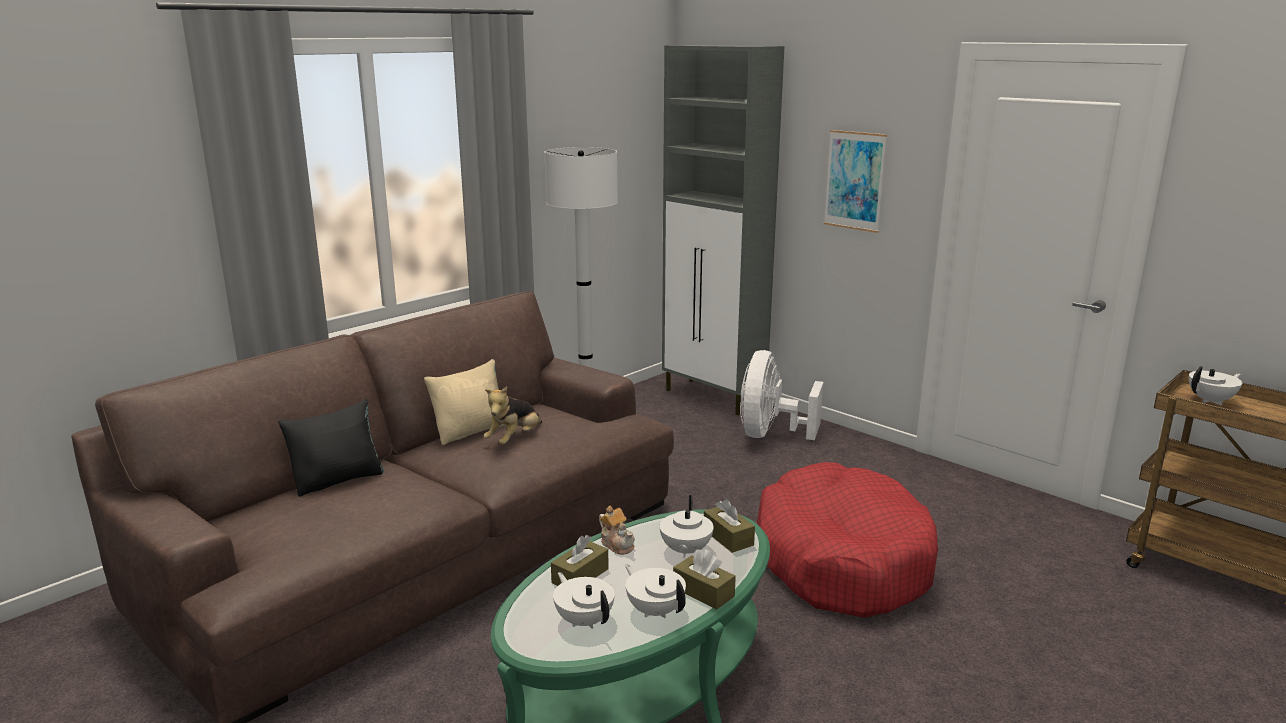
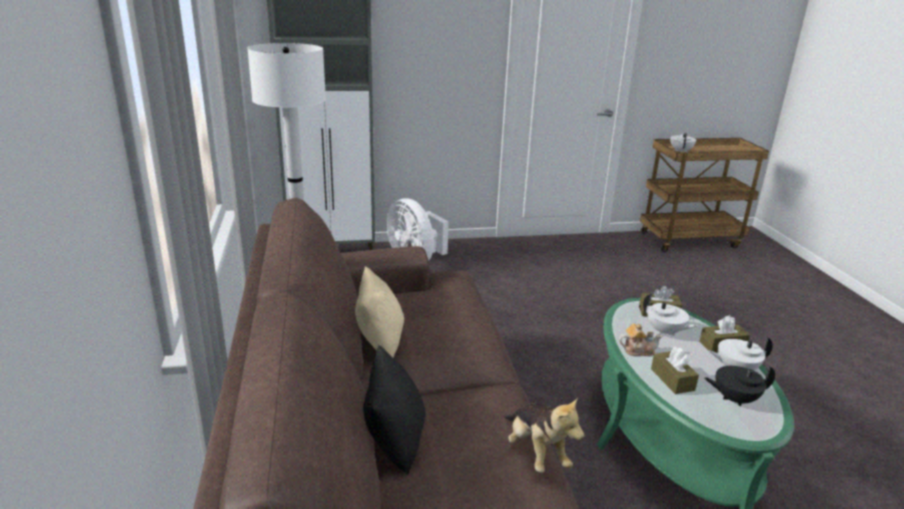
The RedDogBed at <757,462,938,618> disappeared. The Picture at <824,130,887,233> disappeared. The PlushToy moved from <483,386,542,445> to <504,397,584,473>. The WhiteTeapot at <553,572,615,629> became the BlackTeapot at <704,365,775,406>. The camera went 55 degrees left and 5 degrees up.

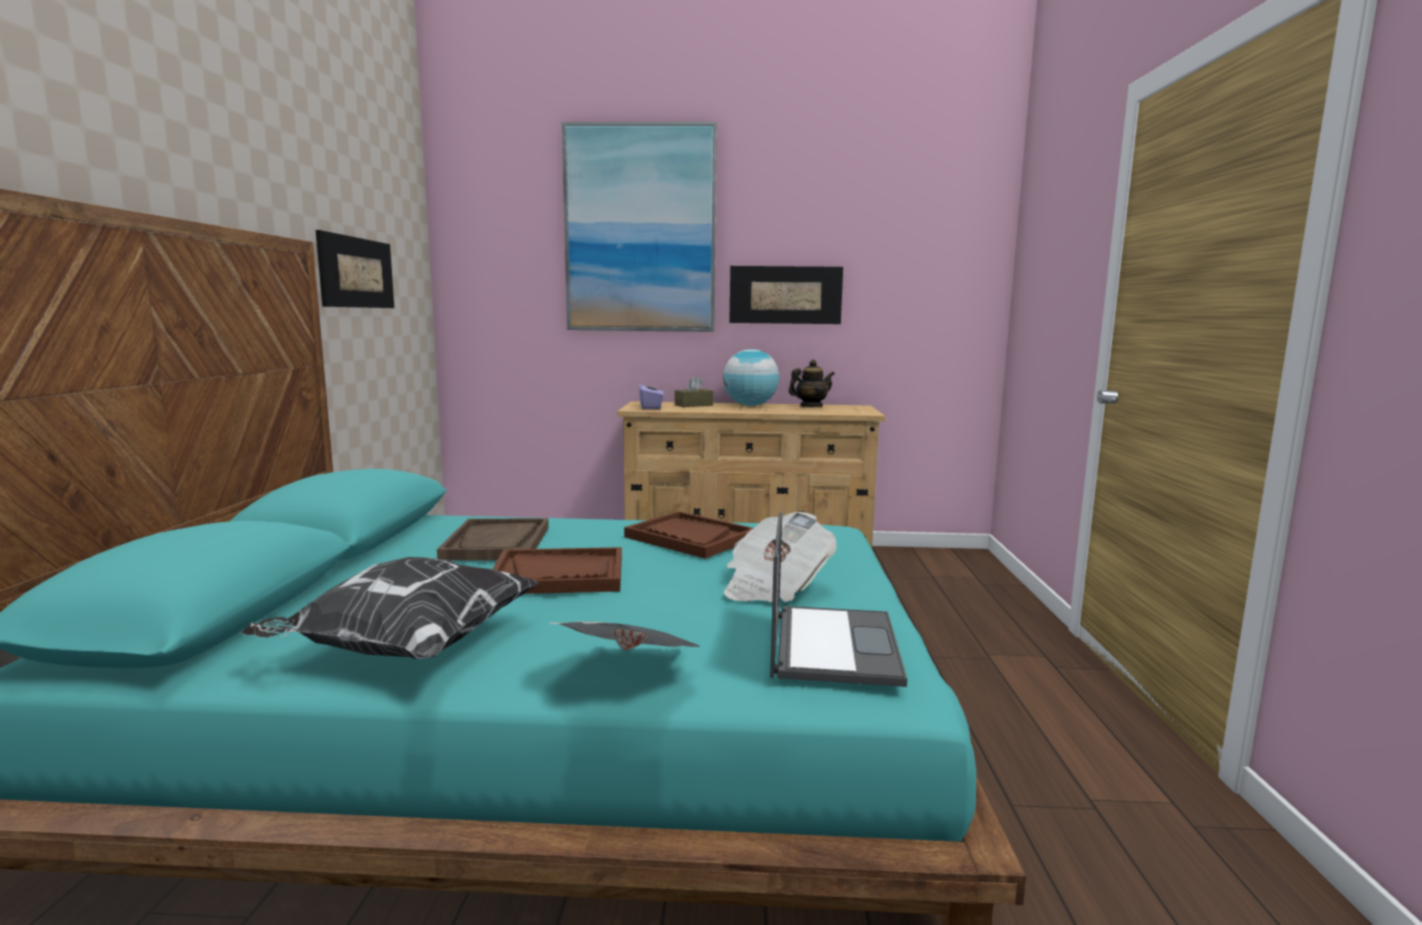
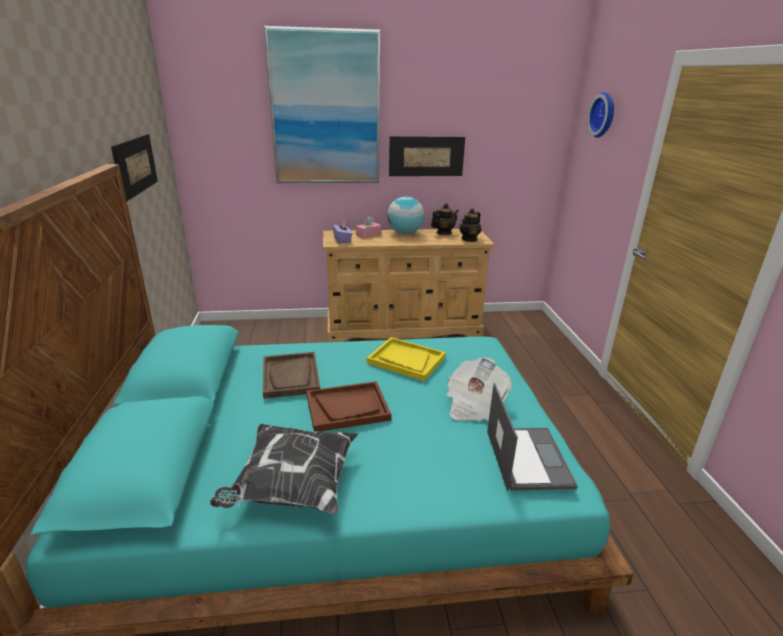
The Newspaper at <549,621,699,650> disappeared. The Teapot at <459,208,481,242> appeared. The WallClock at <587,92,614,138> appeared. The BrownTray at <624,511,754,559> became the YellowTray at <367,337,446,381>. The BrownTissueBox at <675,376,714,407> became the PinkTissueBox at <356,216,381,238>. The camera went 10 degrees left and 15 degrees up.

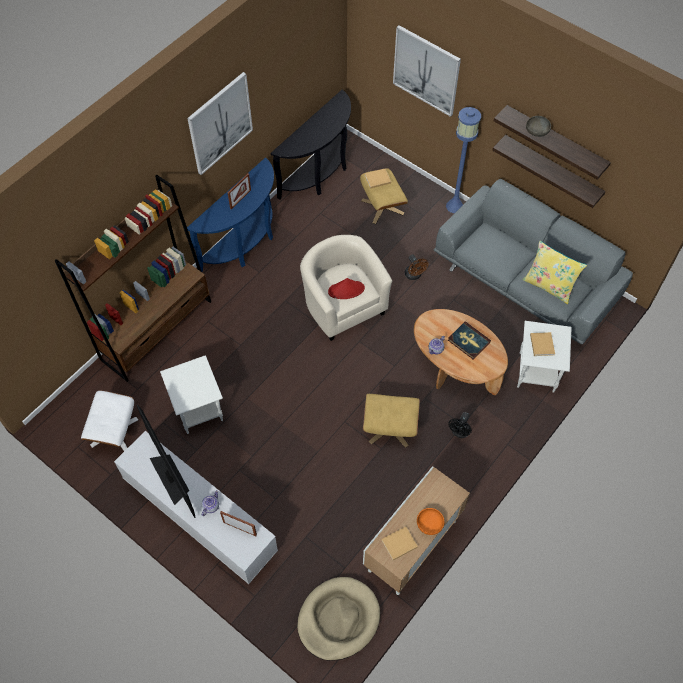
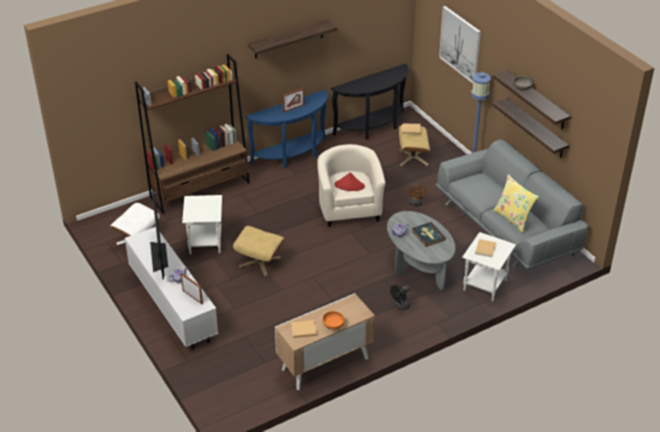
The BeigeDogBed at <297,577,380,661> disappeared. The BeigeOttoman moved from <363,394,420,448> to <233,226,285,276>. The Picture at <187,72,253,175> was replaced by the Shelf at <248,20,337,58>. The BrownCoffeeTable at <414,309,508,395> became the GreyCoffeeTable at <387,211,456,291>. The camera went 20 degrees right and 20 degrees down.

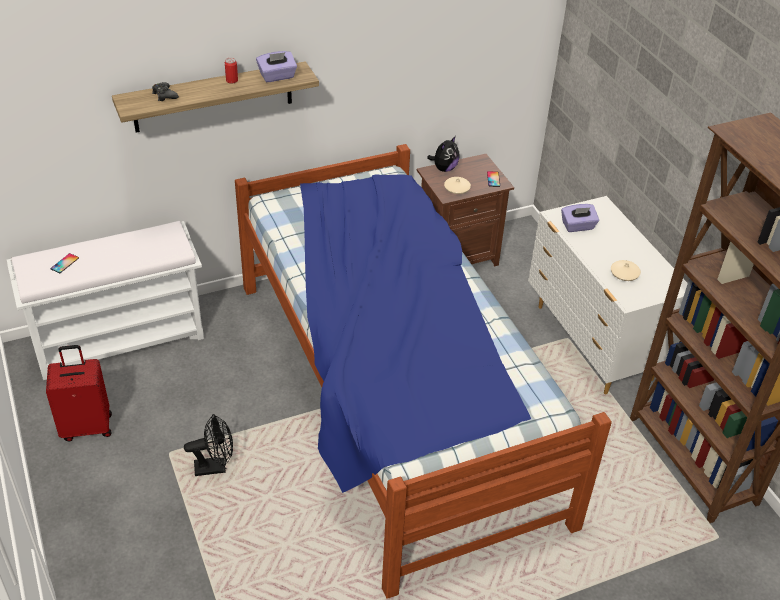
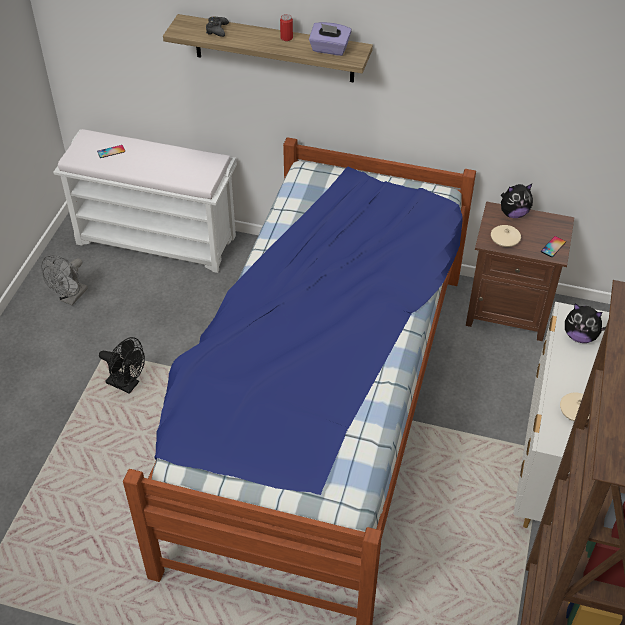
The RedSuitcase at <46,345,112,441> was replaced by the GreyFan at <41,255,88,305>. The PurpleTissueBox at <561,204,599,232> was replaced by the PlushToy at <565,303,606,343>. The camera went 40 degrees right and 5 degrees up.

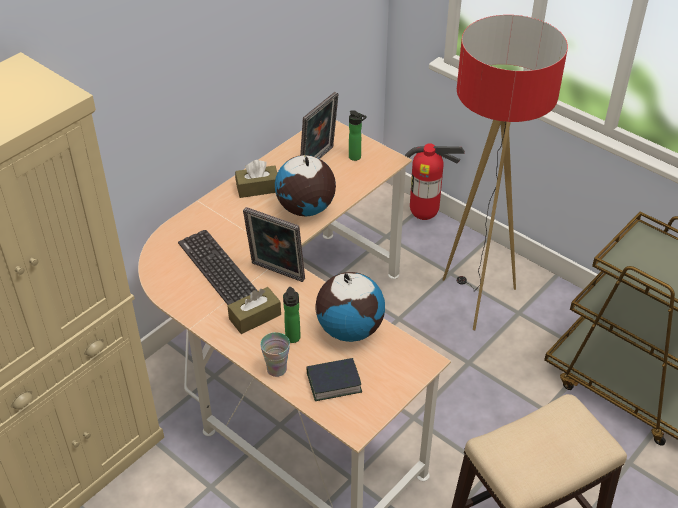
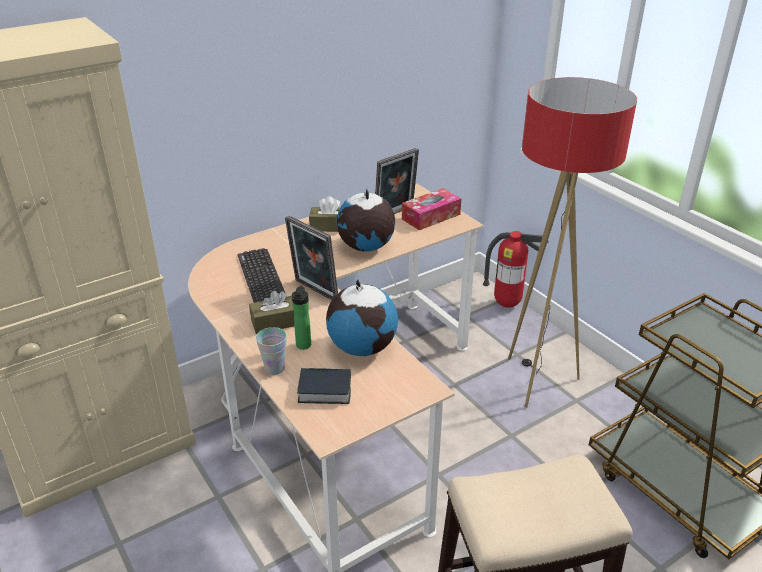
The Bottle at <349,110,367,161> was replaced by the TissueBox at <402,188,461,230>. The camera went 15 degrees right and 10 degrees down.

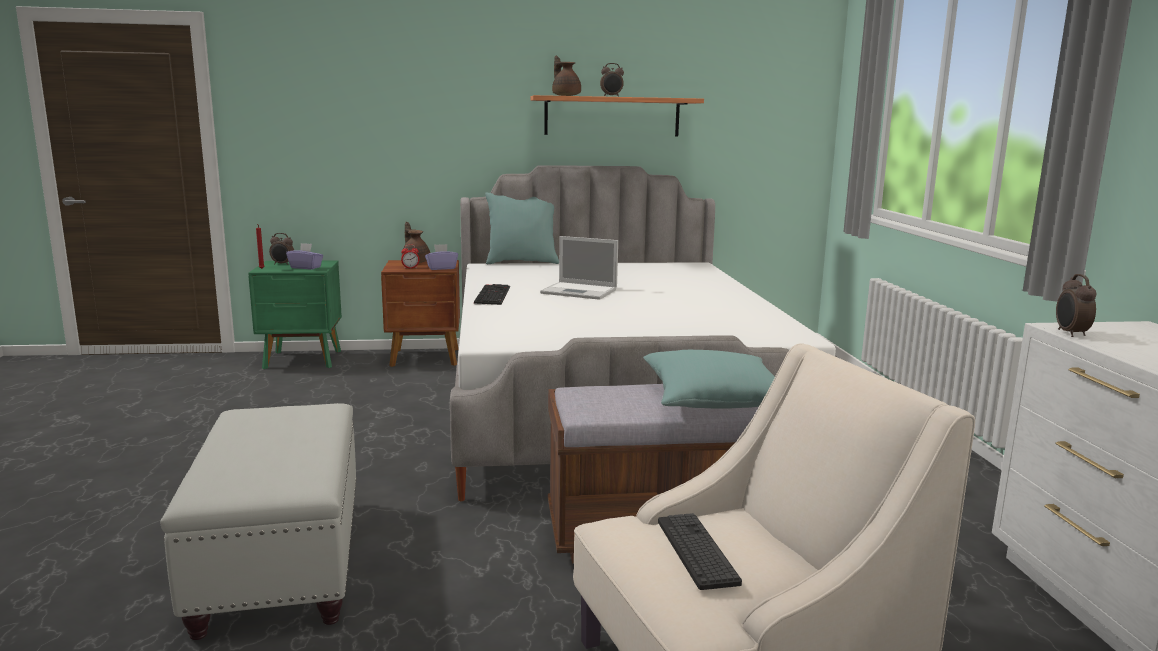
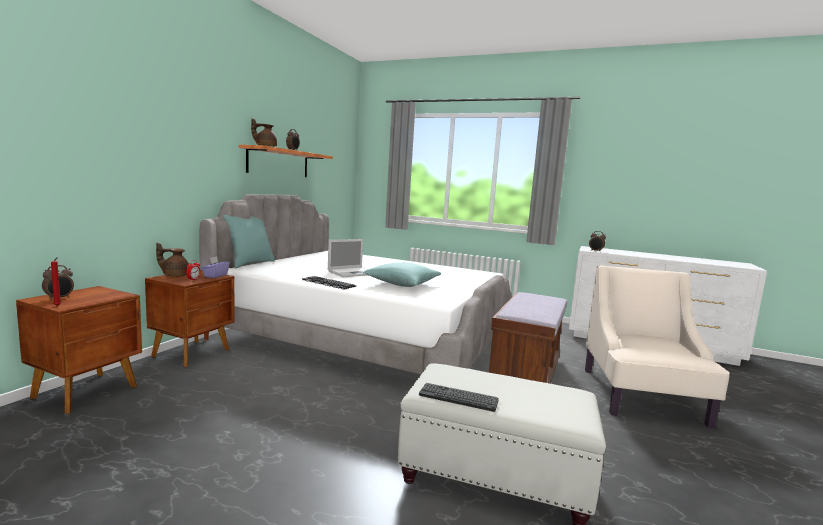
The PurpleTissueBox at <286,243,323,269> disappeared. The TurquoisePillow moved from <643,350,775,409> to <363,262,441,287>. The Keyboard moved from <658,513,742,590> to <419,383,499,412>. The GreenNightstand at <248,261,342,369> became the BrownNightstand at <16,286,142,414>. The camera went 60 degrees left and 5 degrees down.

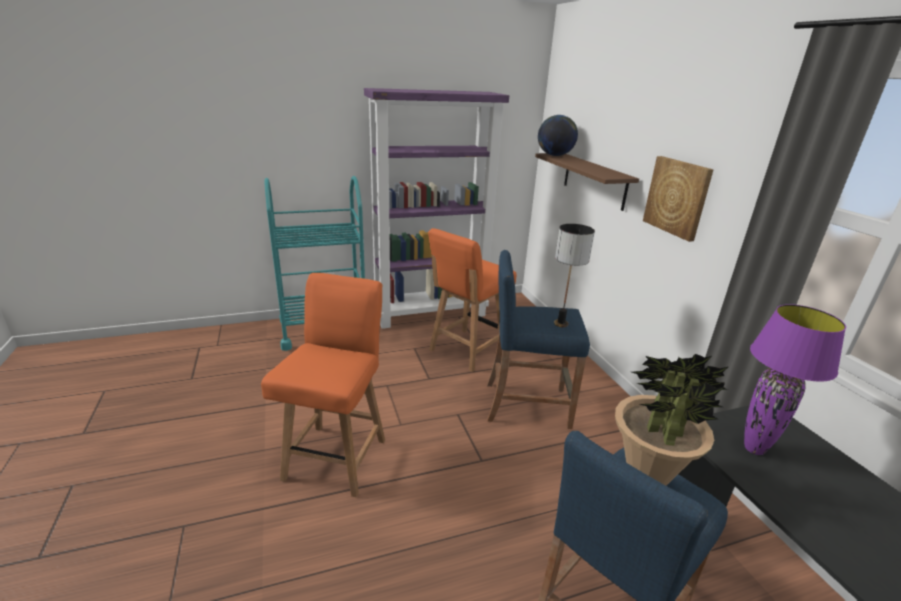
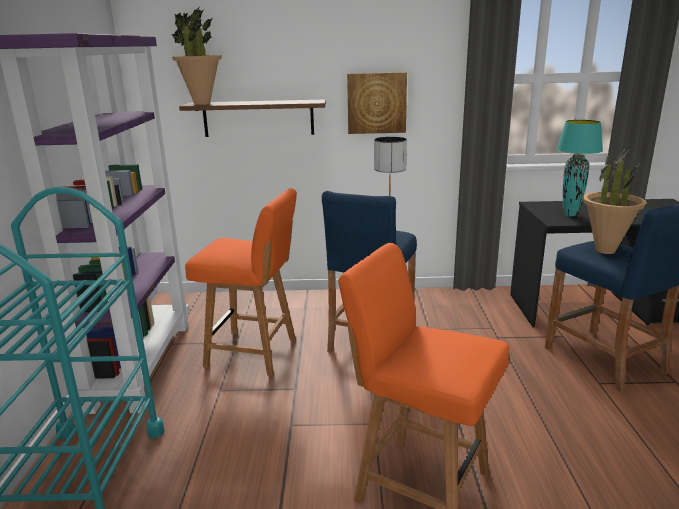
The Globe at <538,115,578,156> was replaced by the PottedPlant at <171,6,222,105>. The PurpleTableLamp at <744,304,846,455> became the TurquoiseTableLamp at <556,120,603,216>. The OrangeChair at <428,228,517,372> turned 45 degrees counterclockwise. The camera went 70 degrees left and 5 degrees down.

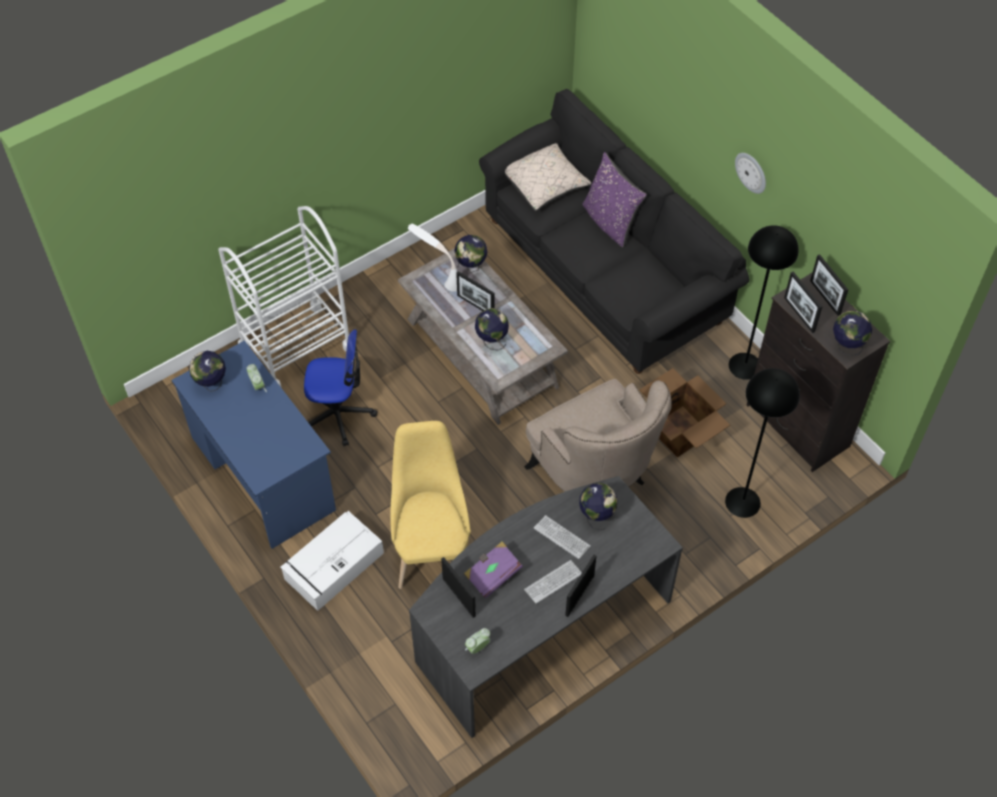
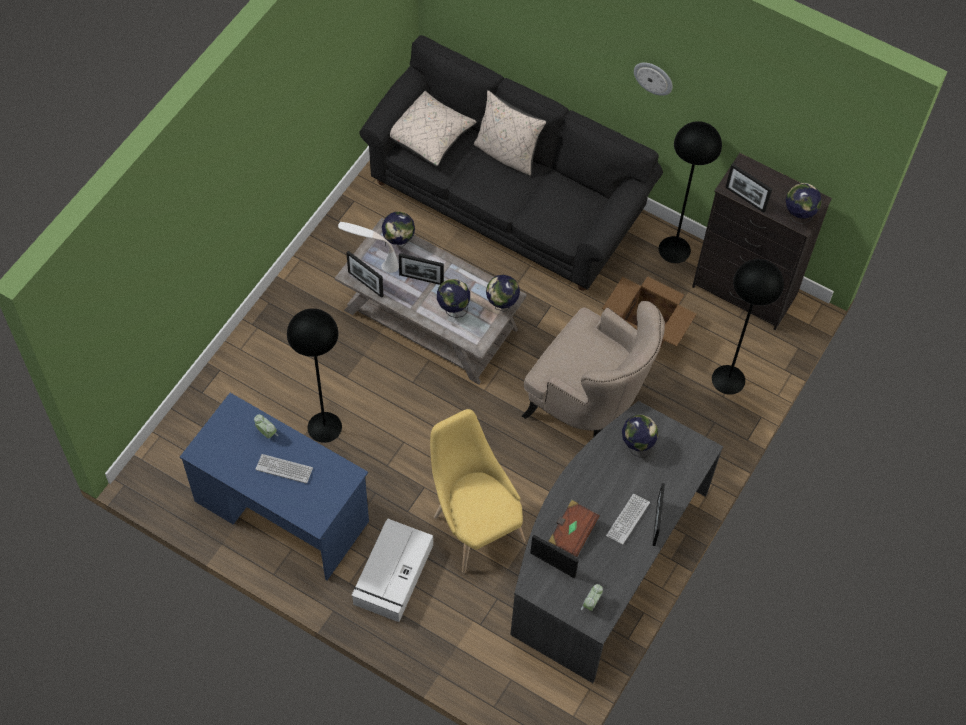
The WhiteCart at <218,206,349,388> disappeared. The Globe moved from <189,351,226,392> to <486,275,520,312>. The Keyboard moved from <534,515,590,559> to <256,454,313,484>. The PictureFrame moved from <810,254,848,316> to <346,251,383,298>. The OfficeChair at <304,329,377,446> was replaced by the BlackFloorLamp at <287,308,342,443>. The PurpleBook at <464,541,523,599> became the BrownBook at <548,500,600,557>. The PurplePillow at <582,152,647,248> became the BeigePillow at <474,90,546,176>. The camera went 25 degrees left and 5 degrees up.

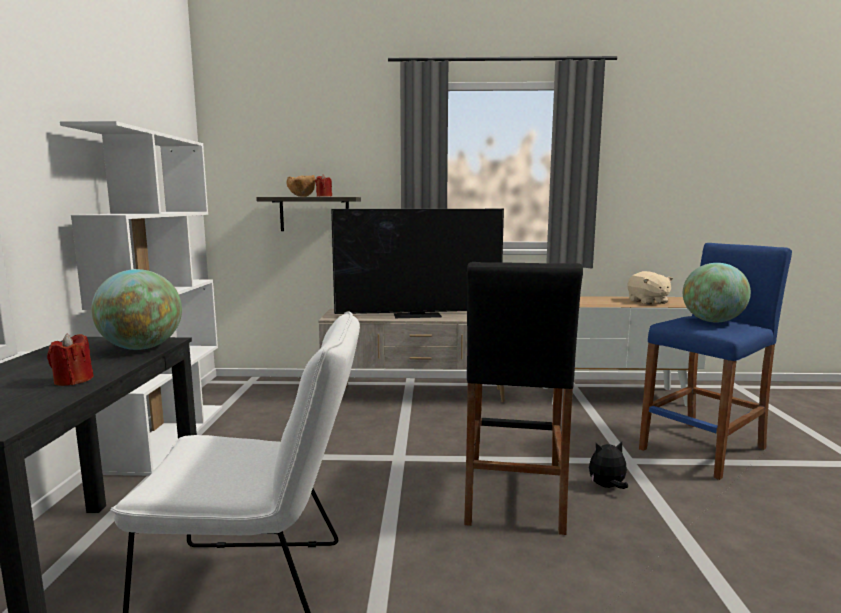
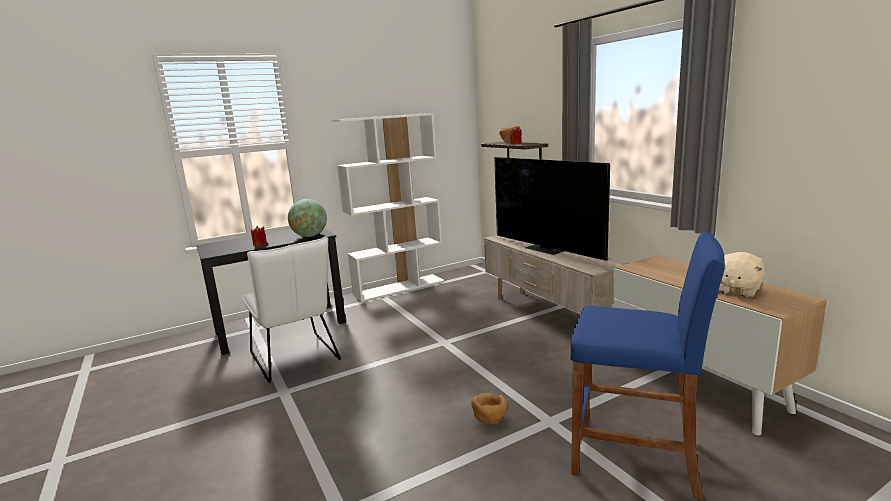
The BlackStool at <464,262,583,535> disappeared. The Globe at <683,263,751,322> disappeared. The PlushToy at <589,442,628,489> was replaced by the BrownBowl at <471,392,507,425>. The camera went 60 degrees right and 5 degrees up.

